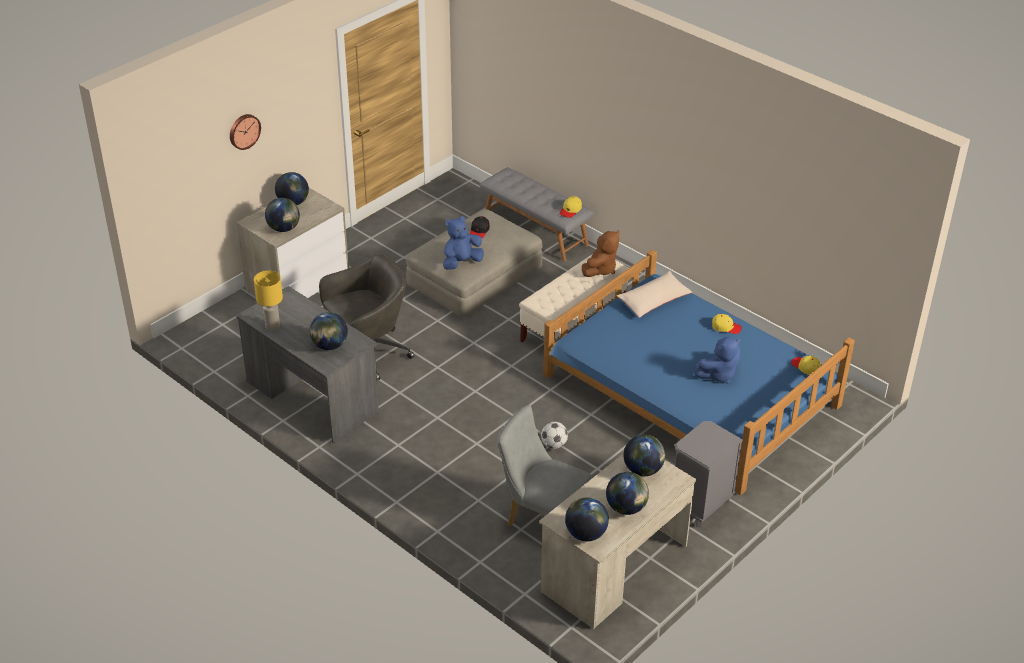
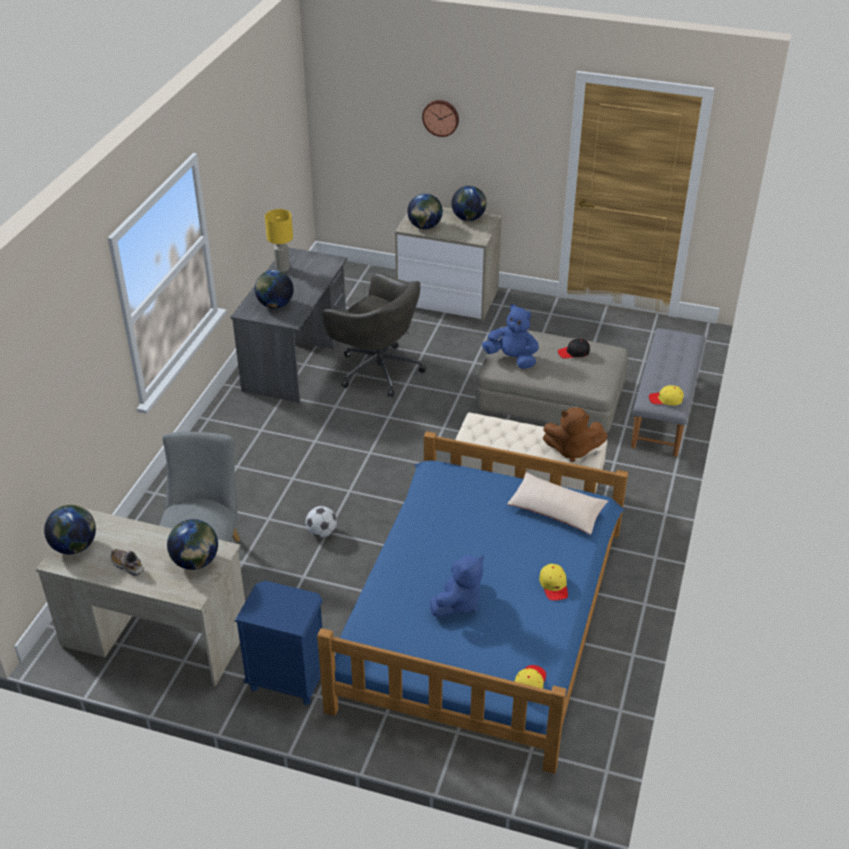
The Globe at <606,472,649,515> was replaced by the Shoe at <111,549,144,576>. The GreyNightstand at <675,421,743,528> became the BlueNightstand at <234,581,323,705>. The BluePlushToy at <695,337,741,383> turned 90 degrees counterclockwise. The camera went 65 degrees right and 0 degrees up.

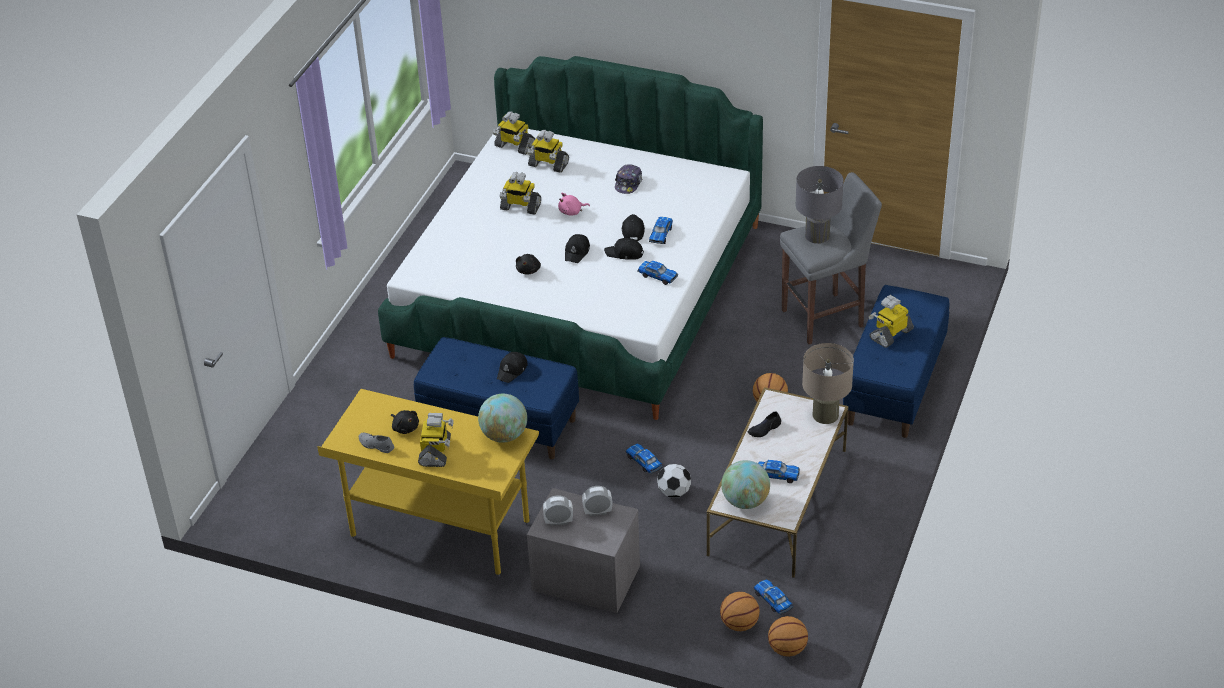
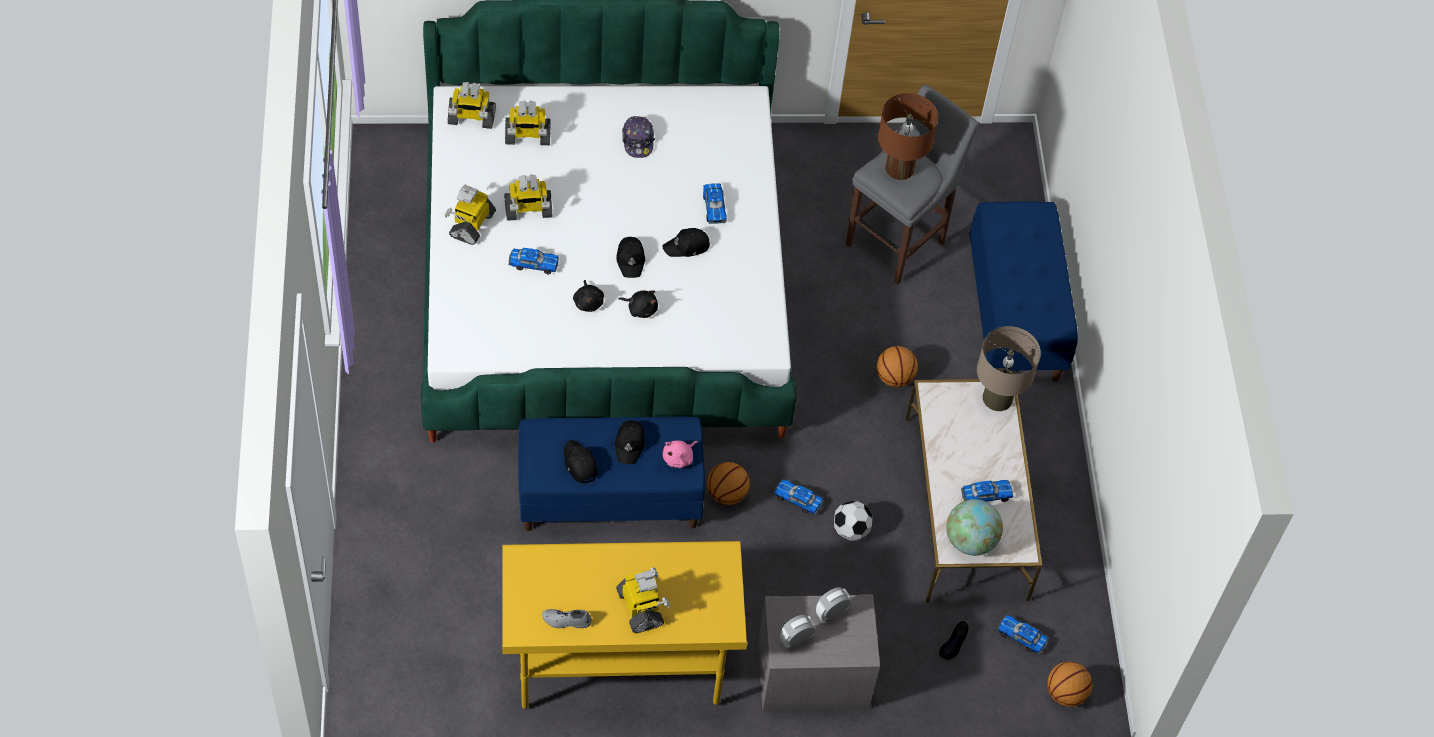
The Globe at <478,394,527,443> disappeared. The BlackPlushToy moved from <391,410,419,434> to <618,290,658,318>. The PinkPlushToy moved from <558,193,590,216> to <663,440,698,468>. The BlackCap moved from <622,214,645,241> to <564,440,598,484>. The ToyCar moved from <637,261,678,285> to <509,248,559,274>. The Basketball moved from <720,592,760,631> to <707,462,750,505>. The BlackShoe moved from <748,411,781,437> to <939,621,969,660>. The ToyRobot moved from <869,295,914,348> to <445,185,496,245>. The GreyTableLamp at <795,166,844,244> became the BrownTableLamp at <878,93,938,180>. The camera went 30 degrees left and 15 degrees up.

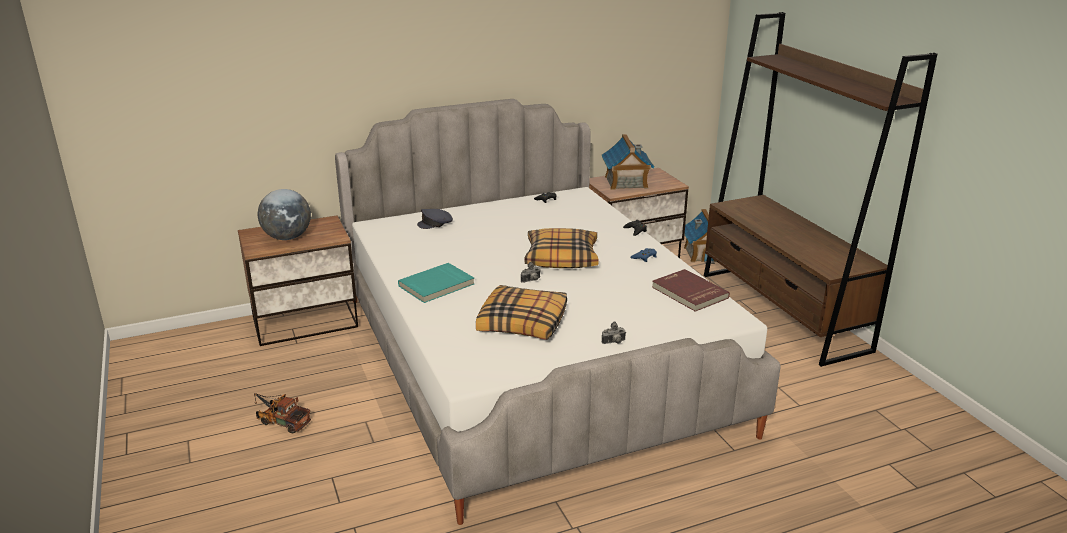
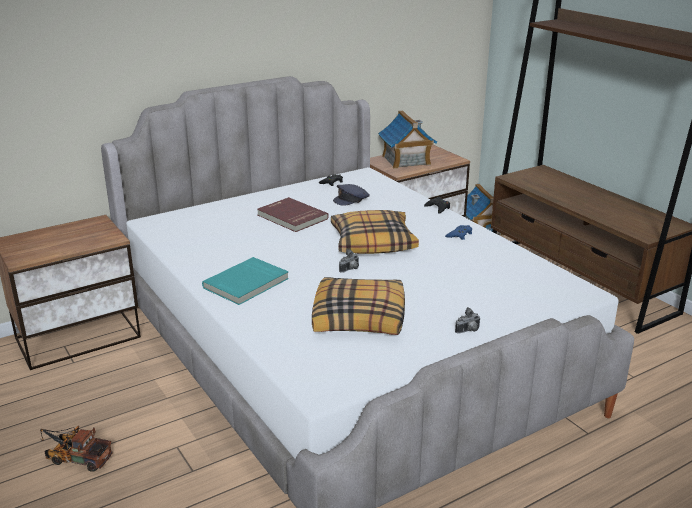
The Globe at <258,189,311,240> disappeared. The GreyCap moved from <417,209,453,229> to <333,184,370,206>. The RedBook moved from <652,269,730,312> to <257,197,329,232>. The camera went 10 degrees left and 0 degrees up.

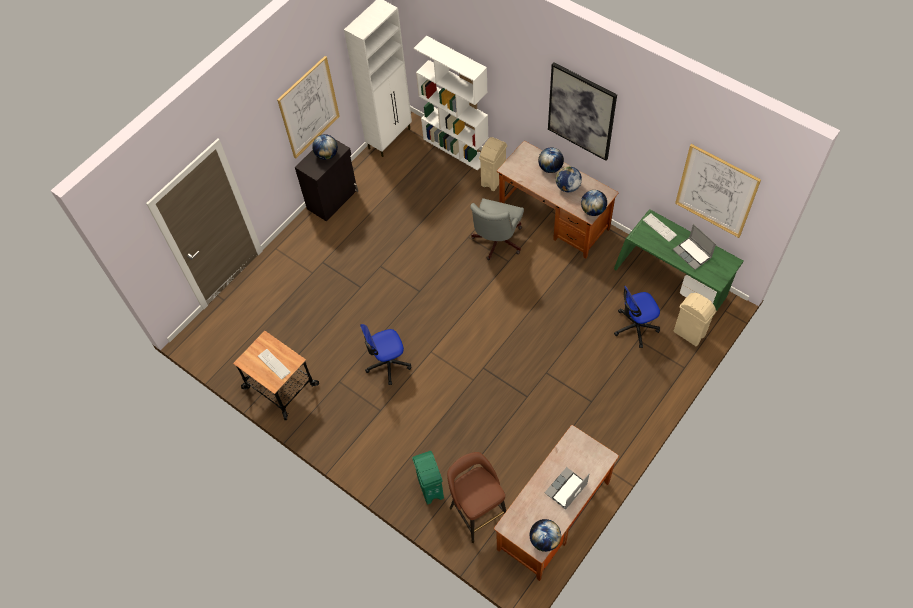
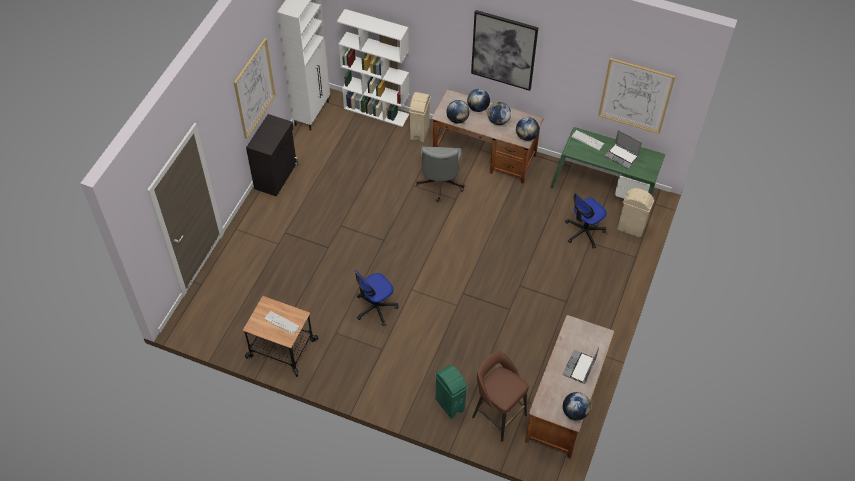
The Globe moved from <312,134,338,160> to <446,100,470,123>. The camera went 20 degrees left and 5 degrees down.

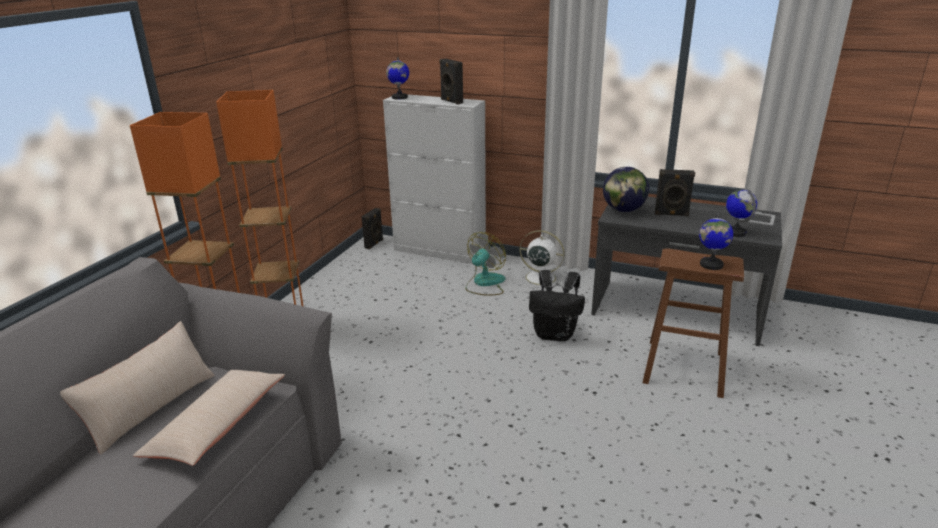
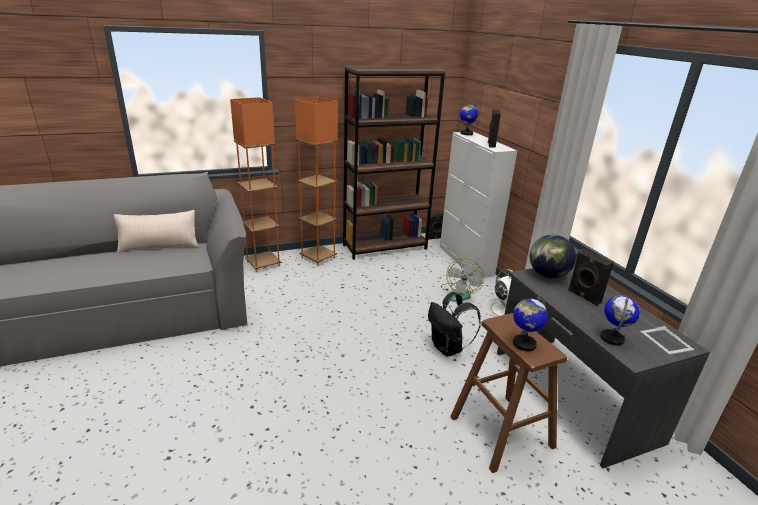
The BeigePillow at <133,370,285,466> disappeared. The BrownBookcase at <343,66,446,260> appeared. The Fan at <465,232,506,296> turned 120 degrees clockwise. The camera went 45 degrees right and 0 degrees up.

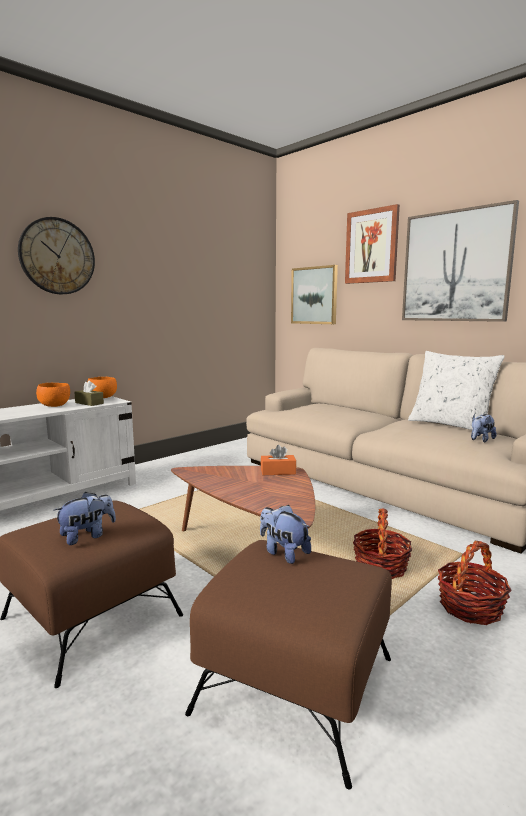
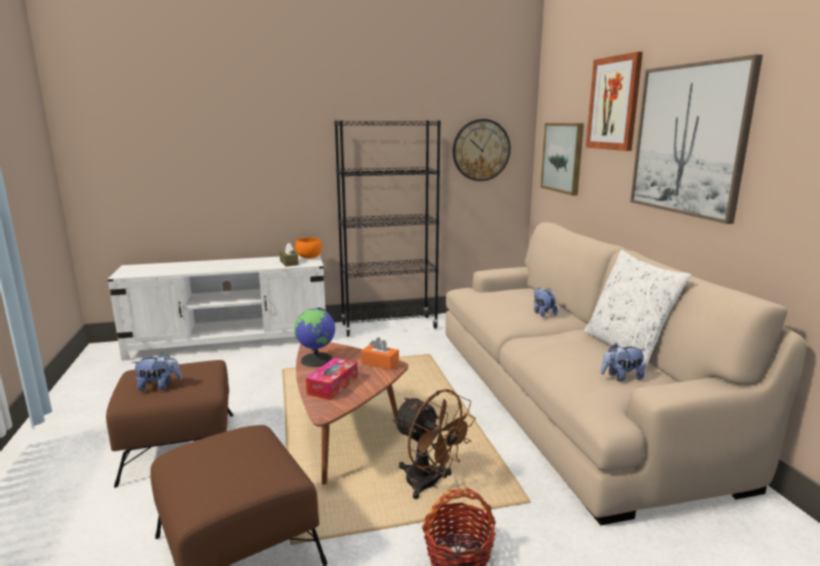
The OrangeBowl at <36,383,70,407> disappeared. The Globe at <294,307,335,367> appeared. The TissueBox at <306,357,358,400> appeared. The BlackBookcase at <334,121,441,337> appeared. The WallClock moved from <18,217,95,294> to <453,119,511,181>. The PlushToy moved from <260,505,311,564> to <534,288,558,317>. The Basket at <353,508,412,579> was replaced by the BrownFan at <392,389,476,499>. The camera went 30 degrees right and 5 degrees up.

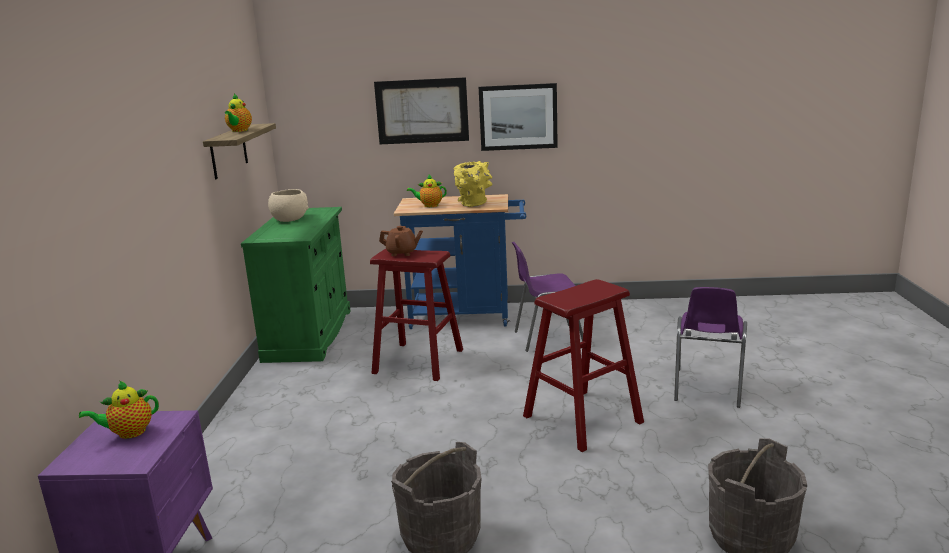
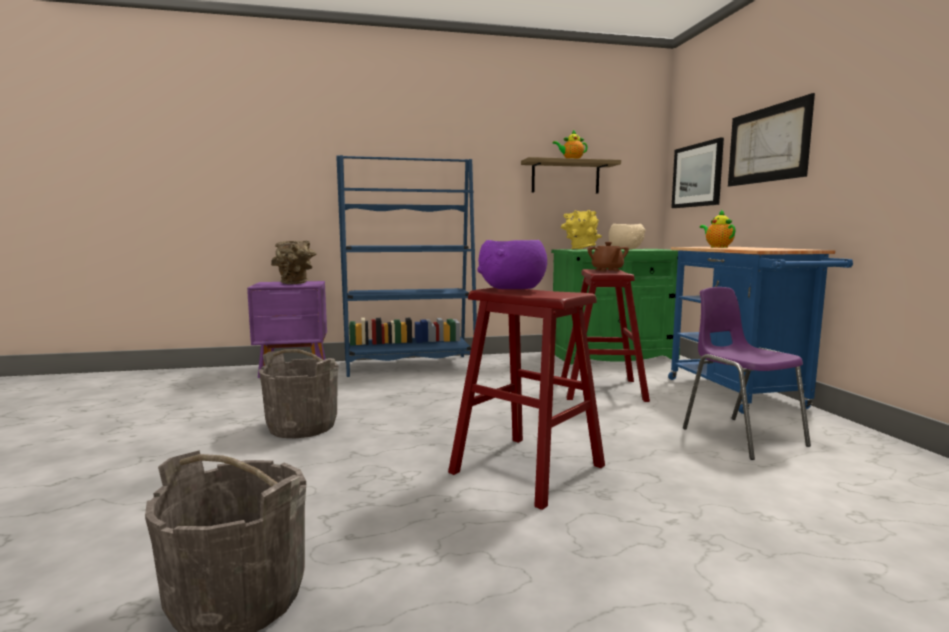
The PurpleChair at <674,287,747,408> disappeared. The BlueBookcase at <336,155,477,377> appeared. The PurpleBowl at <477,240,547,289> appeared. The YellowVase moved from <454,161,493,207> to <561,210,602,249>. The Picture moved from <479,83,558,151> to <671,138,724,208>. The Teapot at <79,381,159,439> was replaced by the BrownVase at <271,240,317,284>. The camera went 75 degrees right and 10 degrees down.

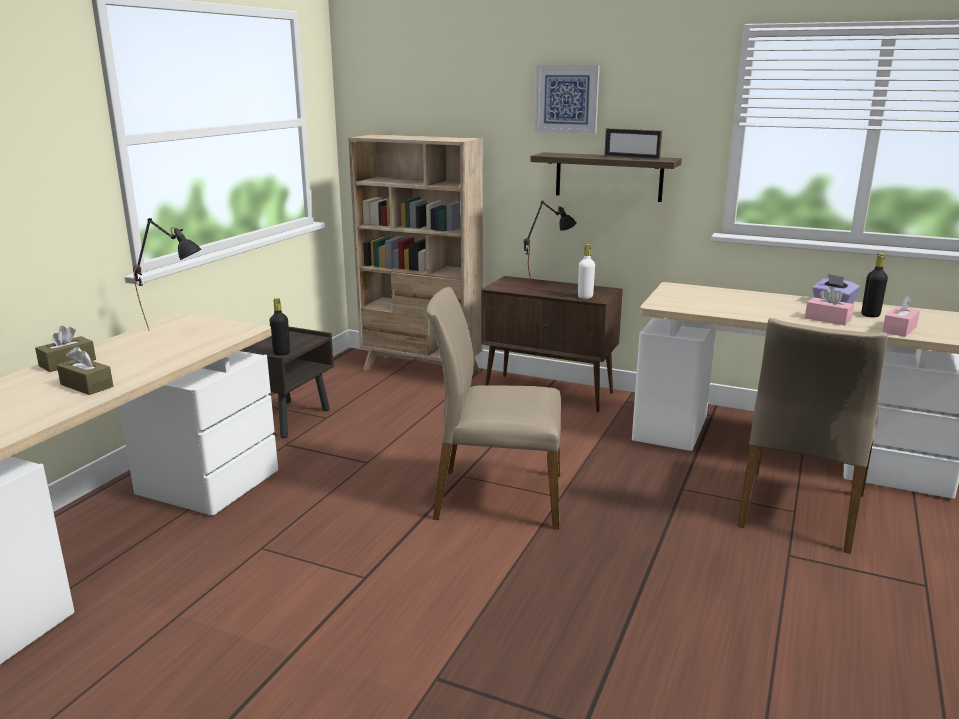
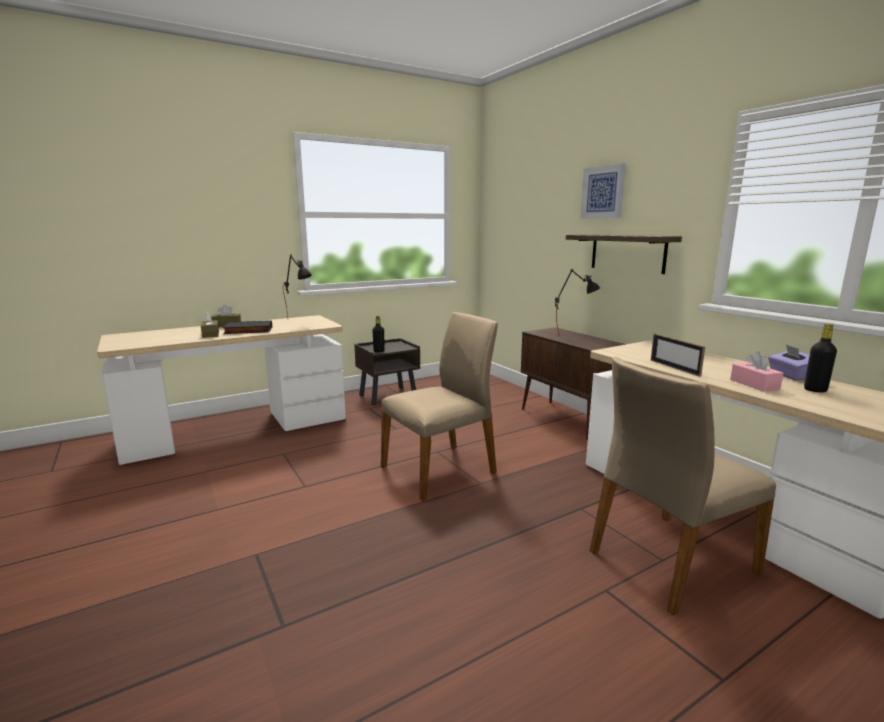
The BeigeBookcase at <348,134,483,373> disappeared. The WhiteBottle at <578,244,595,299> disappeared. The PinkTissueBox at <882,296,920,337> disappeared. The BlackBook at <223,320,272,334> appeared. The PictureFrame moved from <604,128,663,160> to <651,334,705,377>. The BeigeChair at <427,287,561,529> turned 105 degrees clockwise. The camera went 35 degrees right and 5 degrees down.

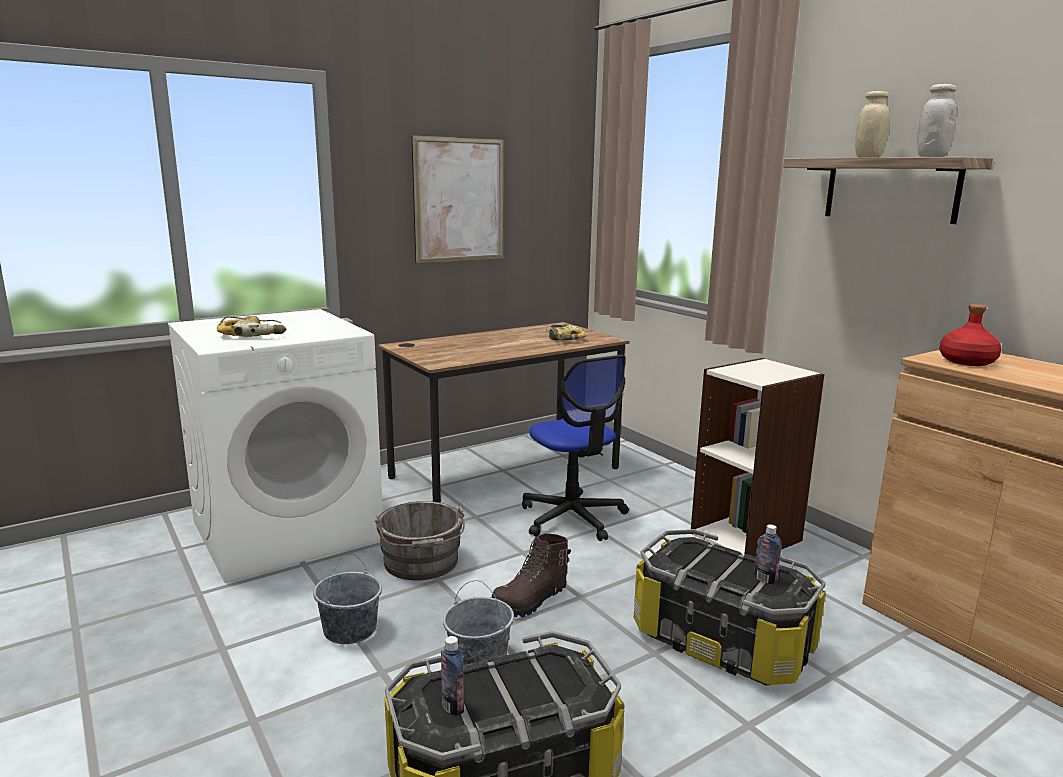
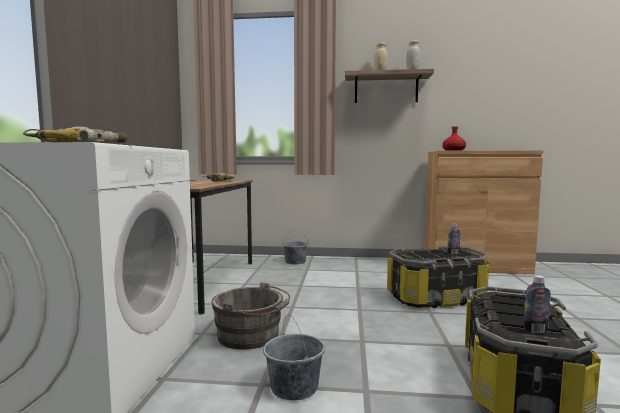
The Picture at <412,135,504,263> disappeared. The BrownBoot at <491,534,571,617> disappeared. The OfficeChair at <522,355,629,541> disappeared. The Bookcase at <691,358,824,557> disappeared. The GreyBucket moved from <443,580,514,665> to <283,229,308,264>. The camera went 50 degrees left and 10 degrees down.

